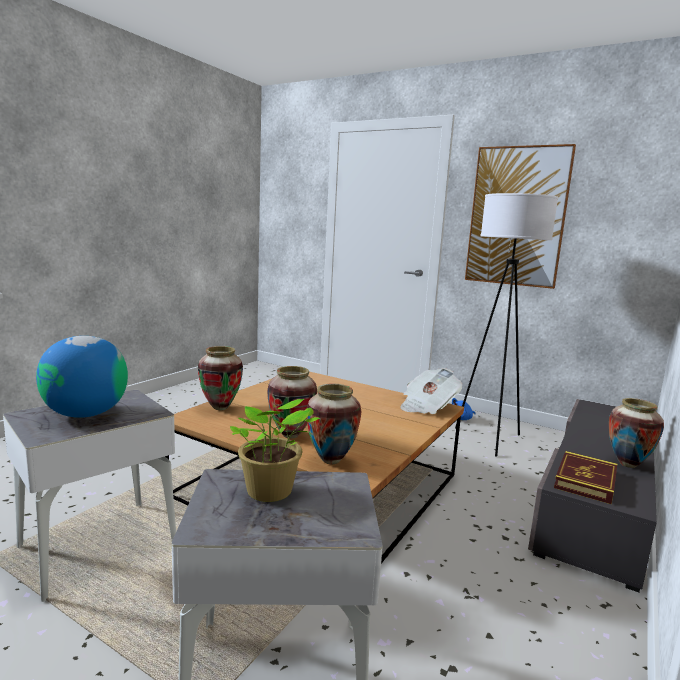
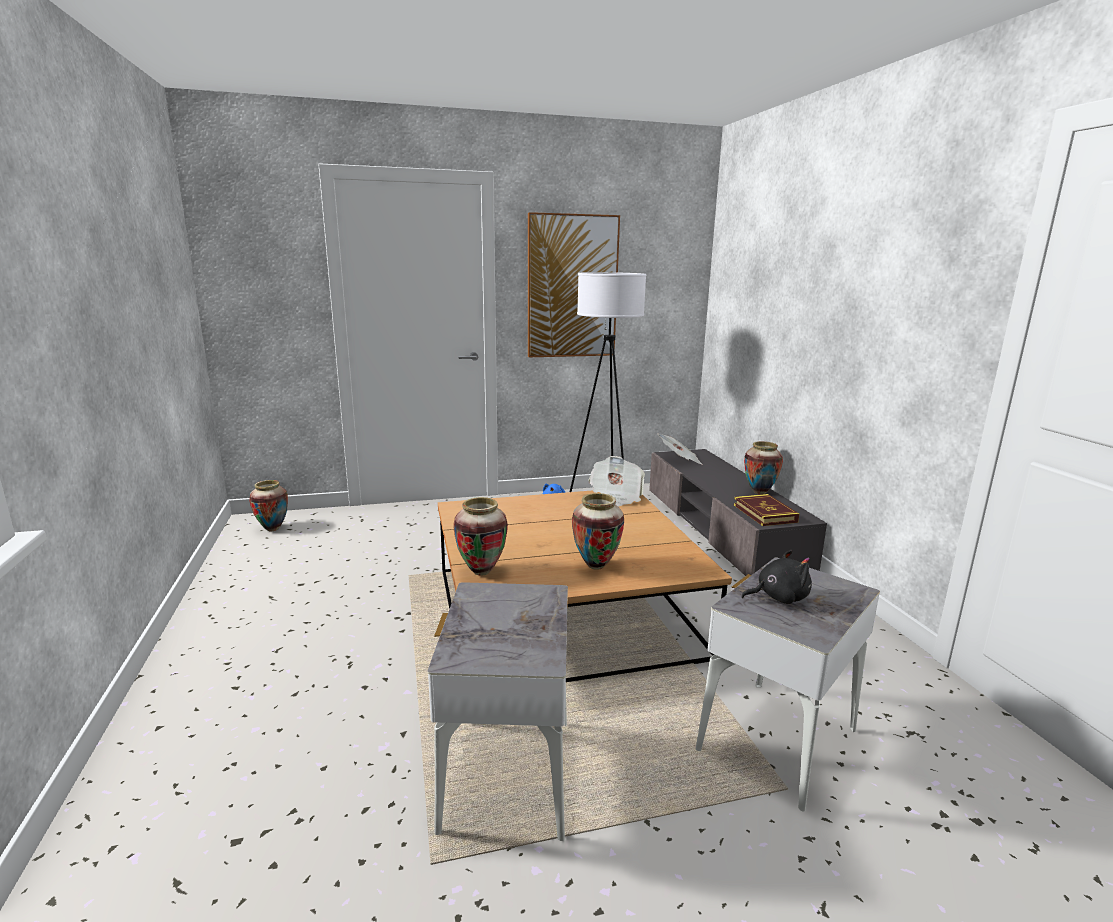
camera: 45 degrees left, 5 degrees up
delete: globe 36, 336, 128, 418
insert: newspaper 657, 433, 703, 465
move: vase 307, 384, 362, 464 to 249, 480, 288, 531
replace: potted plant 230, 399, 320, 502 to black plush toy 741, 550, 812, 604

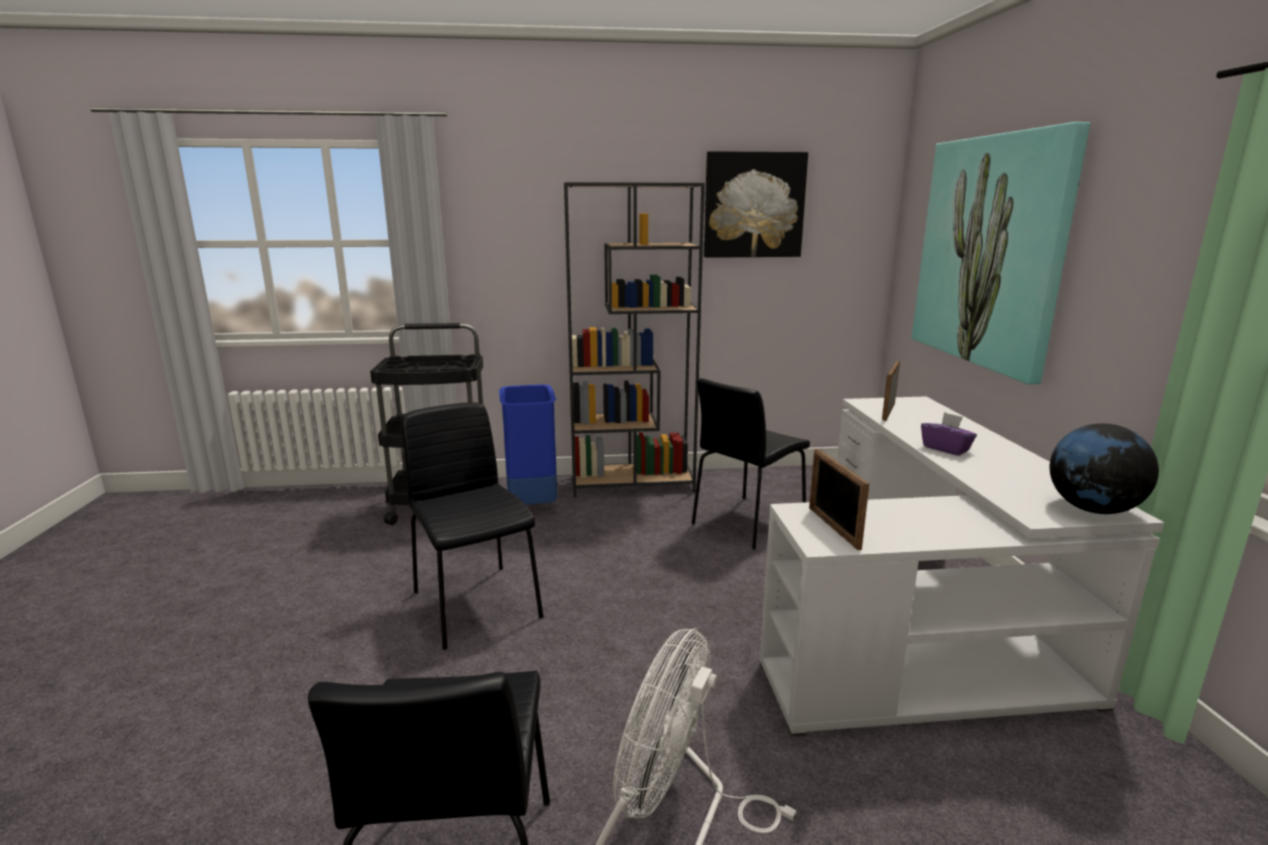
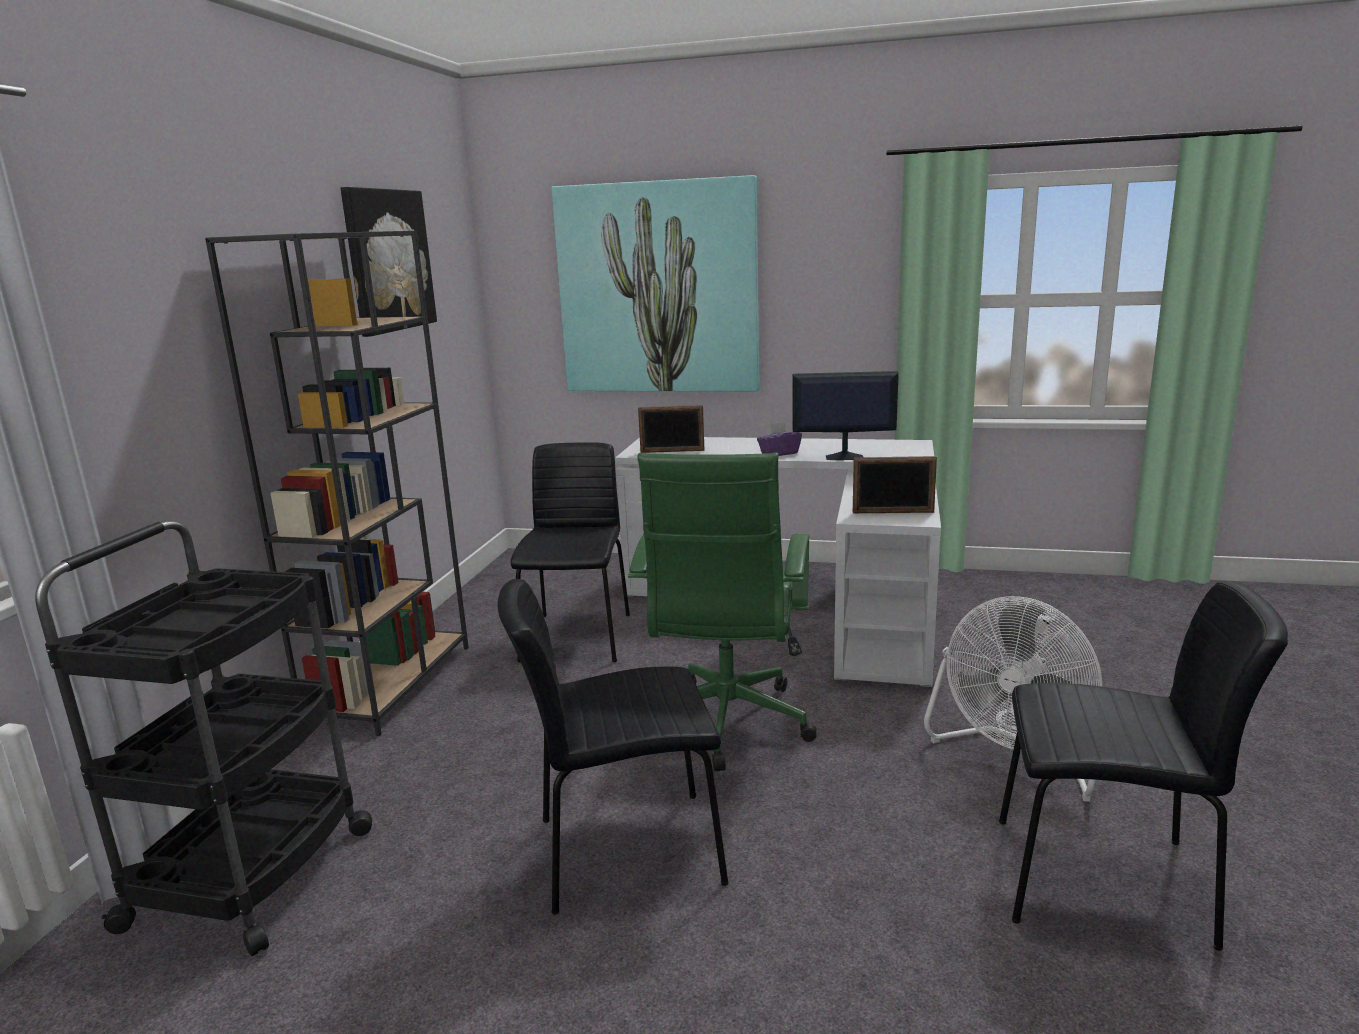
camera: 70 degrees left, 0 degrees up
delete: blue trash can 499, 384, 557, 505; globe 1050, 423, 1159, 514
insert: monitor 793, 371, 899, 460; green office chair 628, 453, 817, 771
rotate: picture frame 882, 361, 900, 421 = 638, 405, 704, 453 45 degrees counterclockwise; black chair 692, 378, 810, 550 = 511, 442, 630, 662 150 degrees counterclockwise

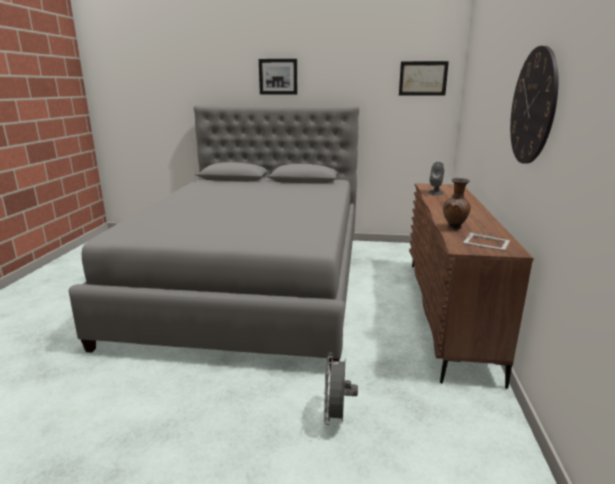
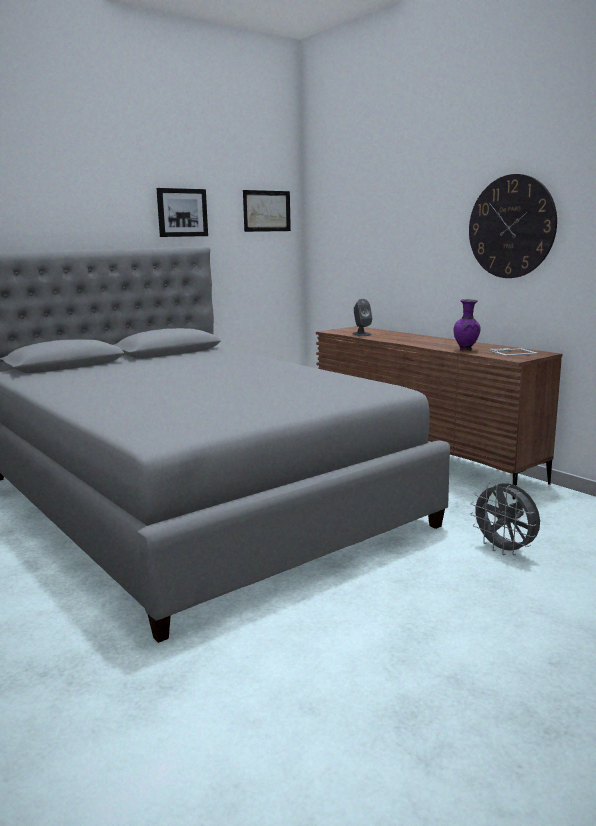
camera: 45 degrees left, 5 degrees down
move: picture 259, 59, 297, 94 to 156, 188, 208, 237
recolor: brown vase 443, 178, 471, 230 to purple vase 454, 299, 481, 351

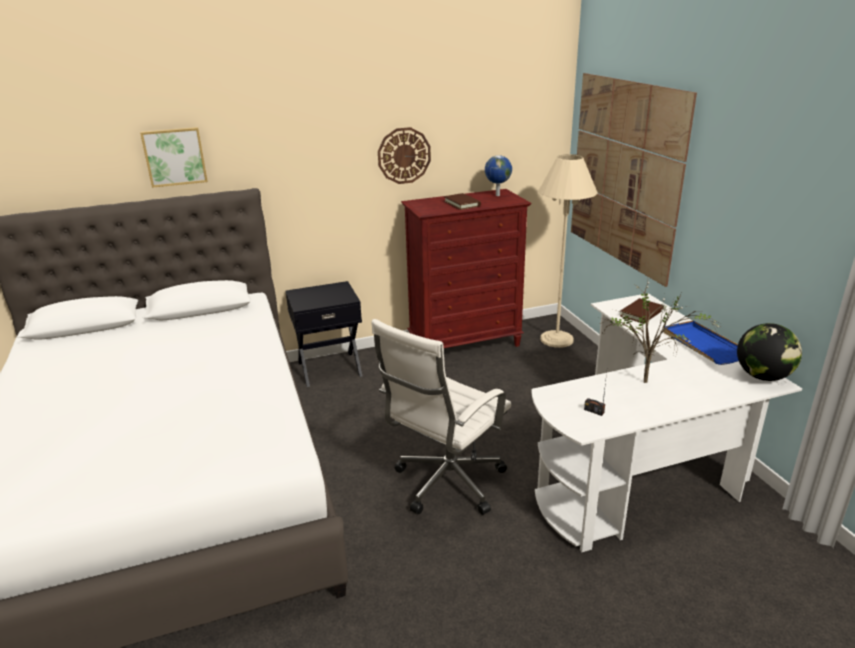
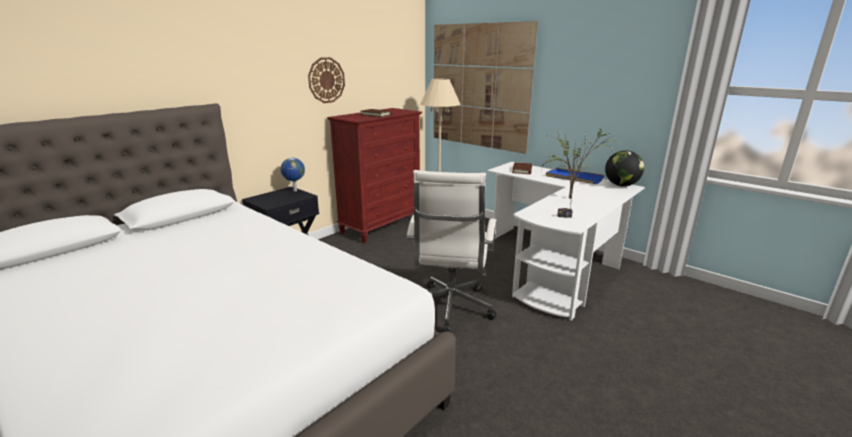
camera: 30 degrees left, 5 degrees down
delete: picture 140, 127, 208, 188
move: globe 485, 155, 512, 196 to 281, 158, 305, 192

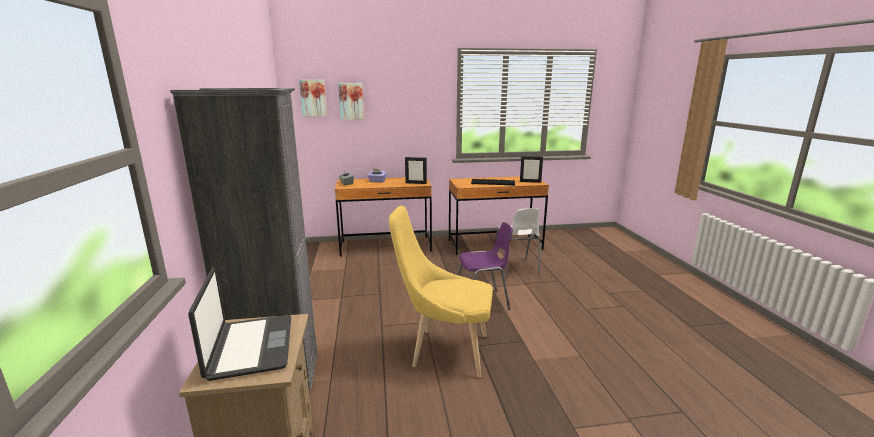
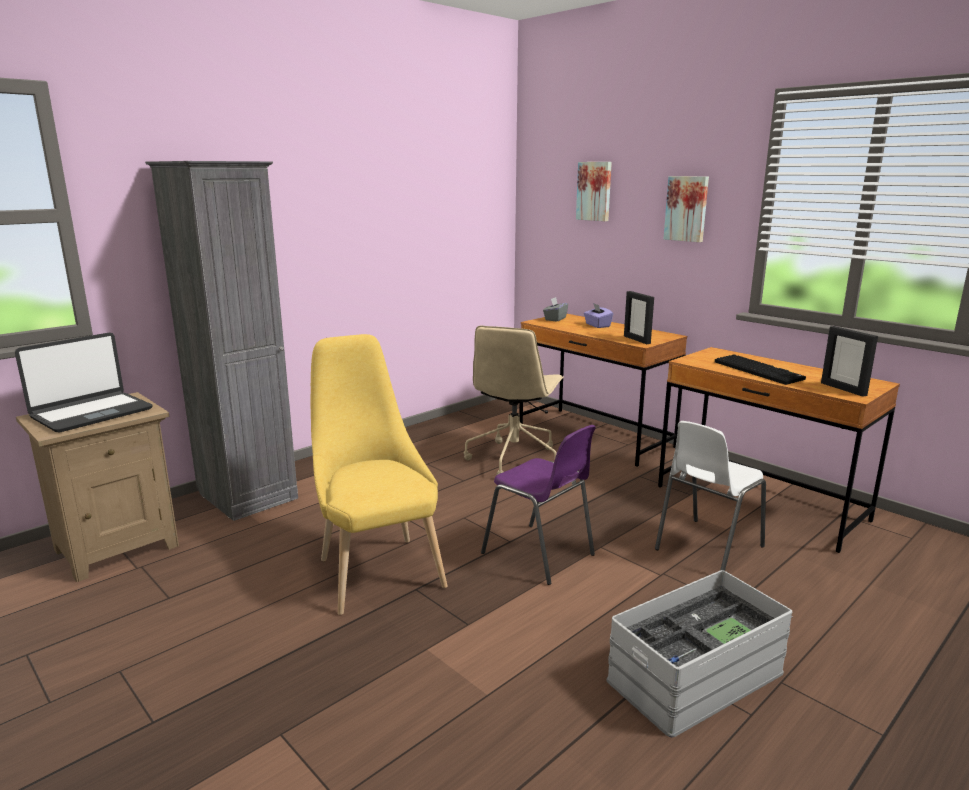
camera: 55 degrees right, 0 degrees up
insert: beige office chair 464, 325, 563, 476; grey storage box 607, 570, 792, 738
move: picture 299, 79, 327, 117 to 664, 176, 709, 242

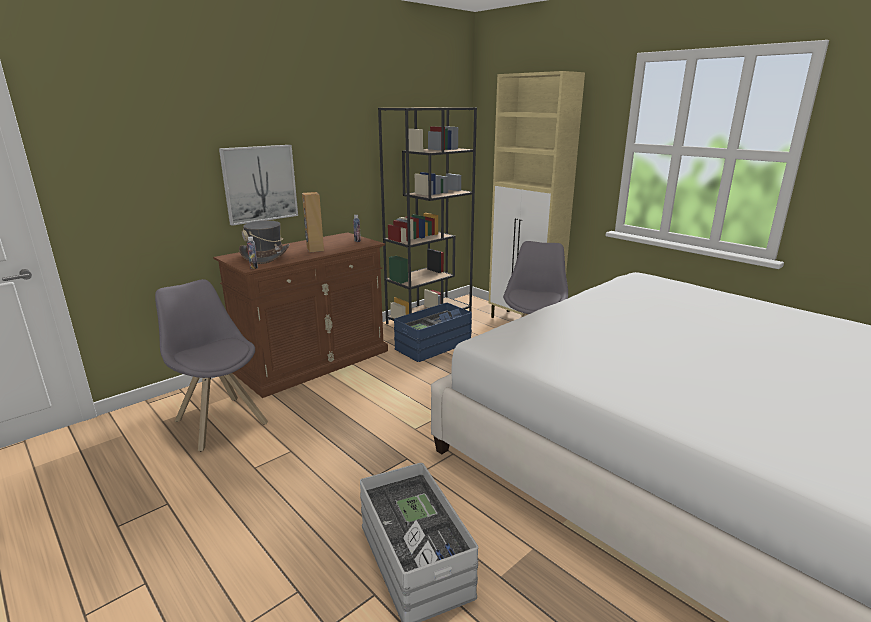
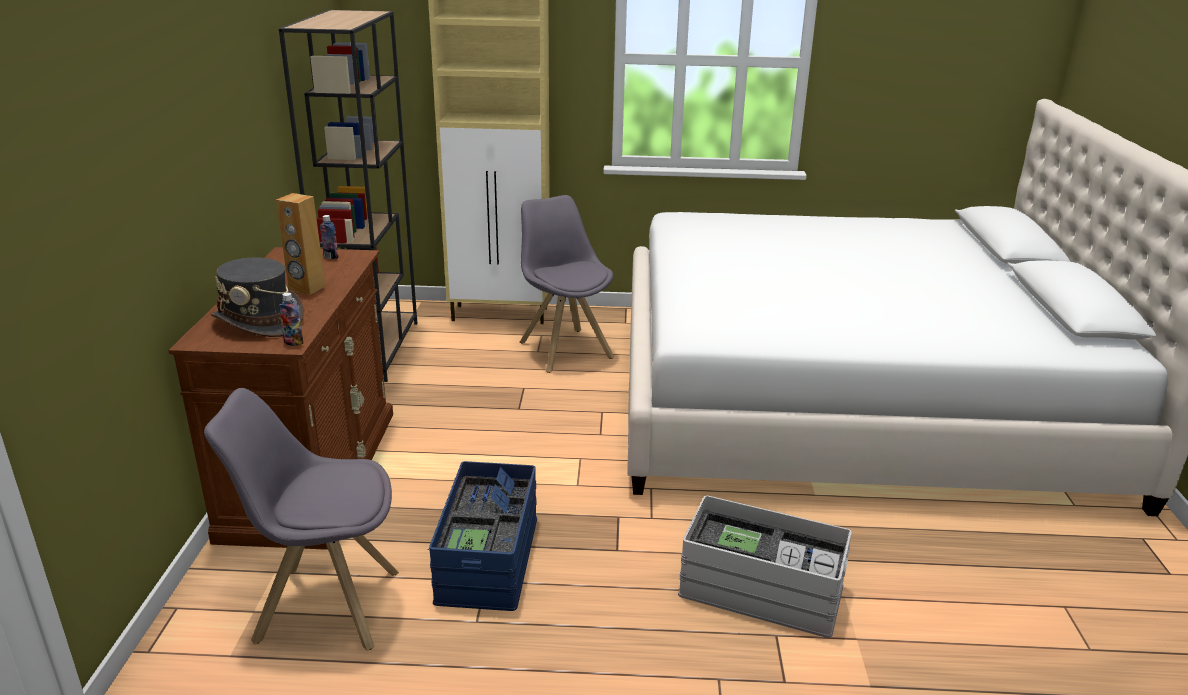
camera: 45 degrees left, 5 degrees up
delete: picture 219, 145, 298, 226
move: blue storage box 394, 303, 472, 362 to 428, 461, 537, 611

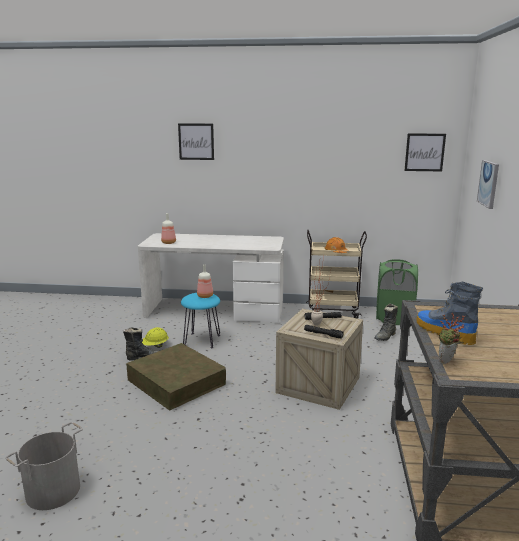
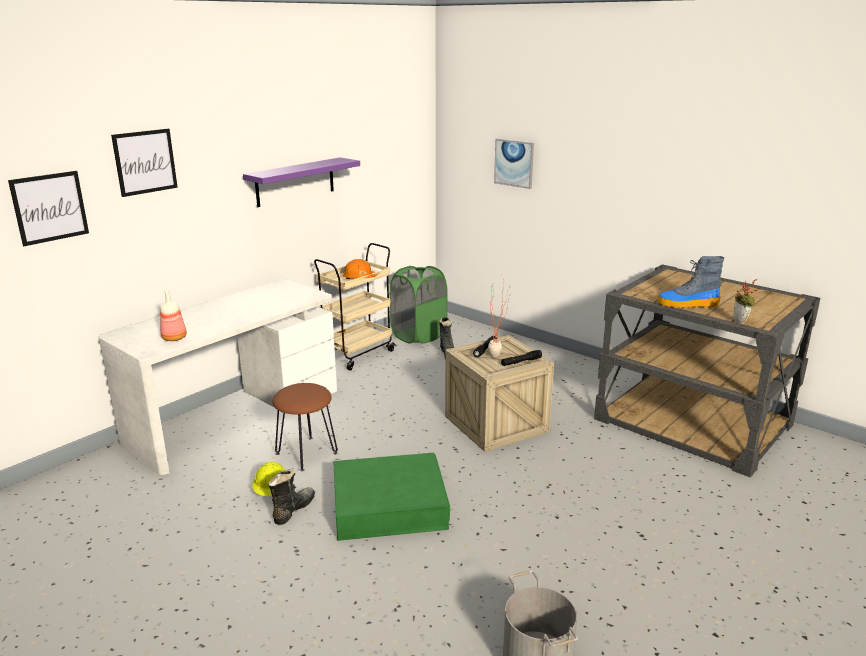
camera: 55 degrees left, 5 degrees up
delete: bottle 197, 264, 213, 298
insert: purple shelf 243, 157, 360, 207
move: picture 404, 133, 446, 171 to 8, 171, 89, 246
recolor: turquoise stool 181, 293, 220, 348 to brown stool 273, 383, 338, 471; brown storage box 126, 343, 226, 411 to green storage box 333, 453, 450, 541

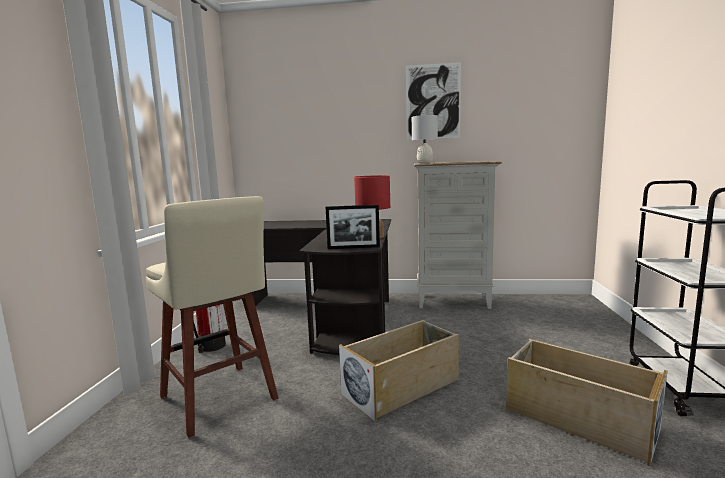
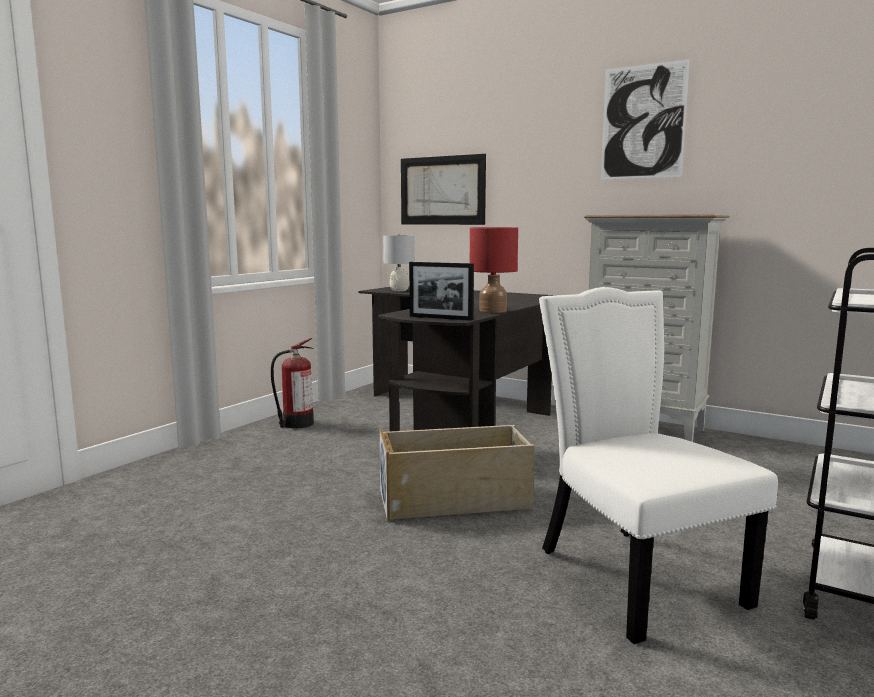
camera: 25 degrees right, 0 degrees up
delete: beige stool 146, 196, 279, 438
insert: picture 401, 154, 486, 225
move: grey table lamp 412, 115, 438, 163 to 383, 234, 415, 292
replace: beige storage box 506, 339, 667, 466 to white chair 539, 287, 778, 644

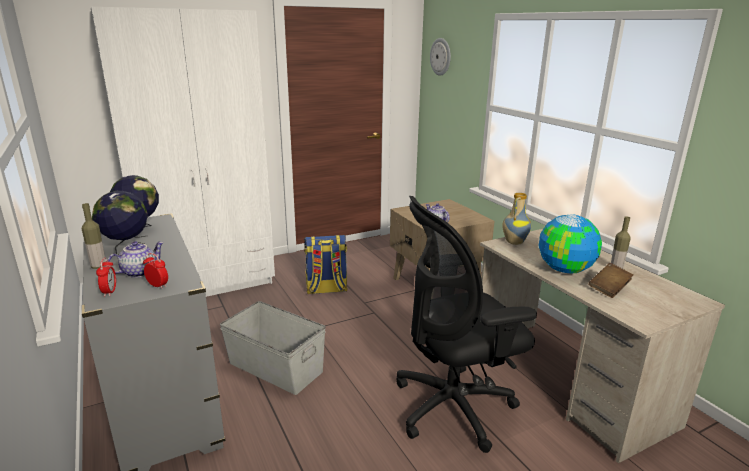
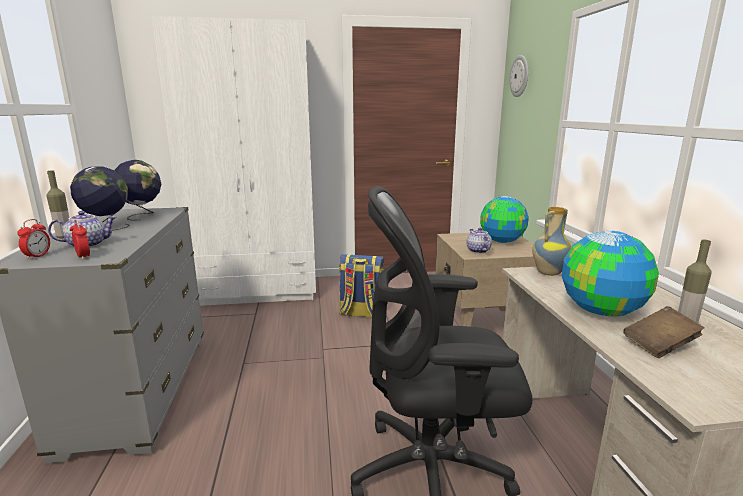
camera: 20 degrees right, 5 degrees down
delete: grey storage box 220, 301, 326, 395
insert: globe 480, 196, 529, 243

